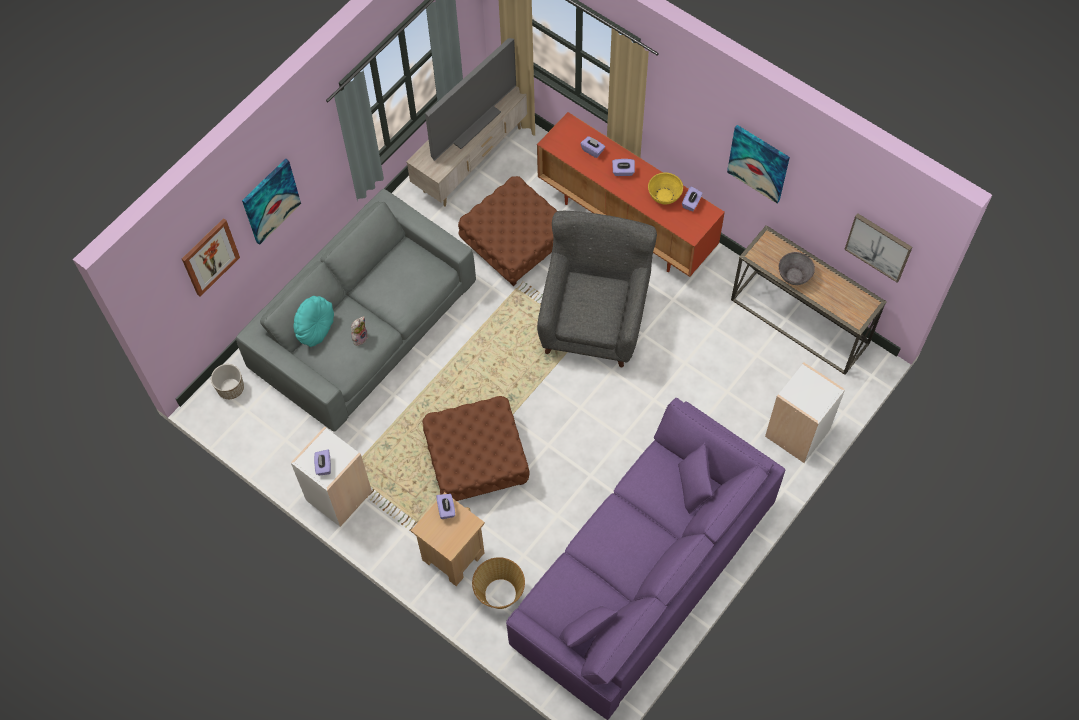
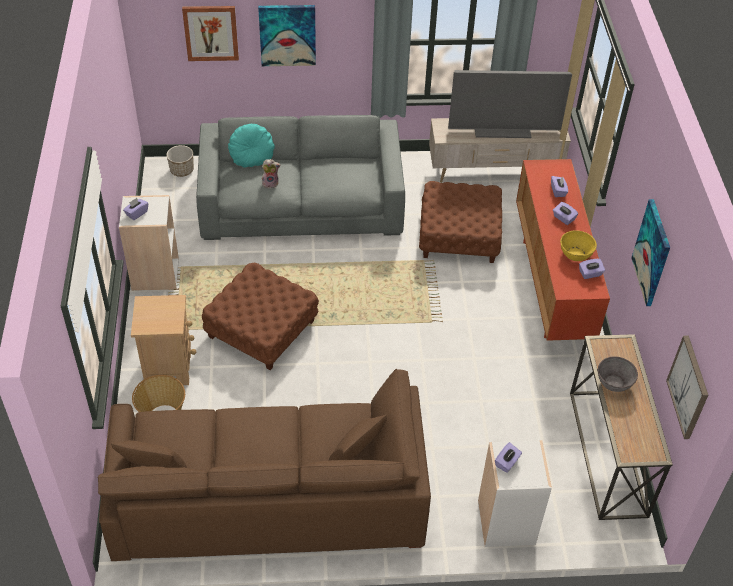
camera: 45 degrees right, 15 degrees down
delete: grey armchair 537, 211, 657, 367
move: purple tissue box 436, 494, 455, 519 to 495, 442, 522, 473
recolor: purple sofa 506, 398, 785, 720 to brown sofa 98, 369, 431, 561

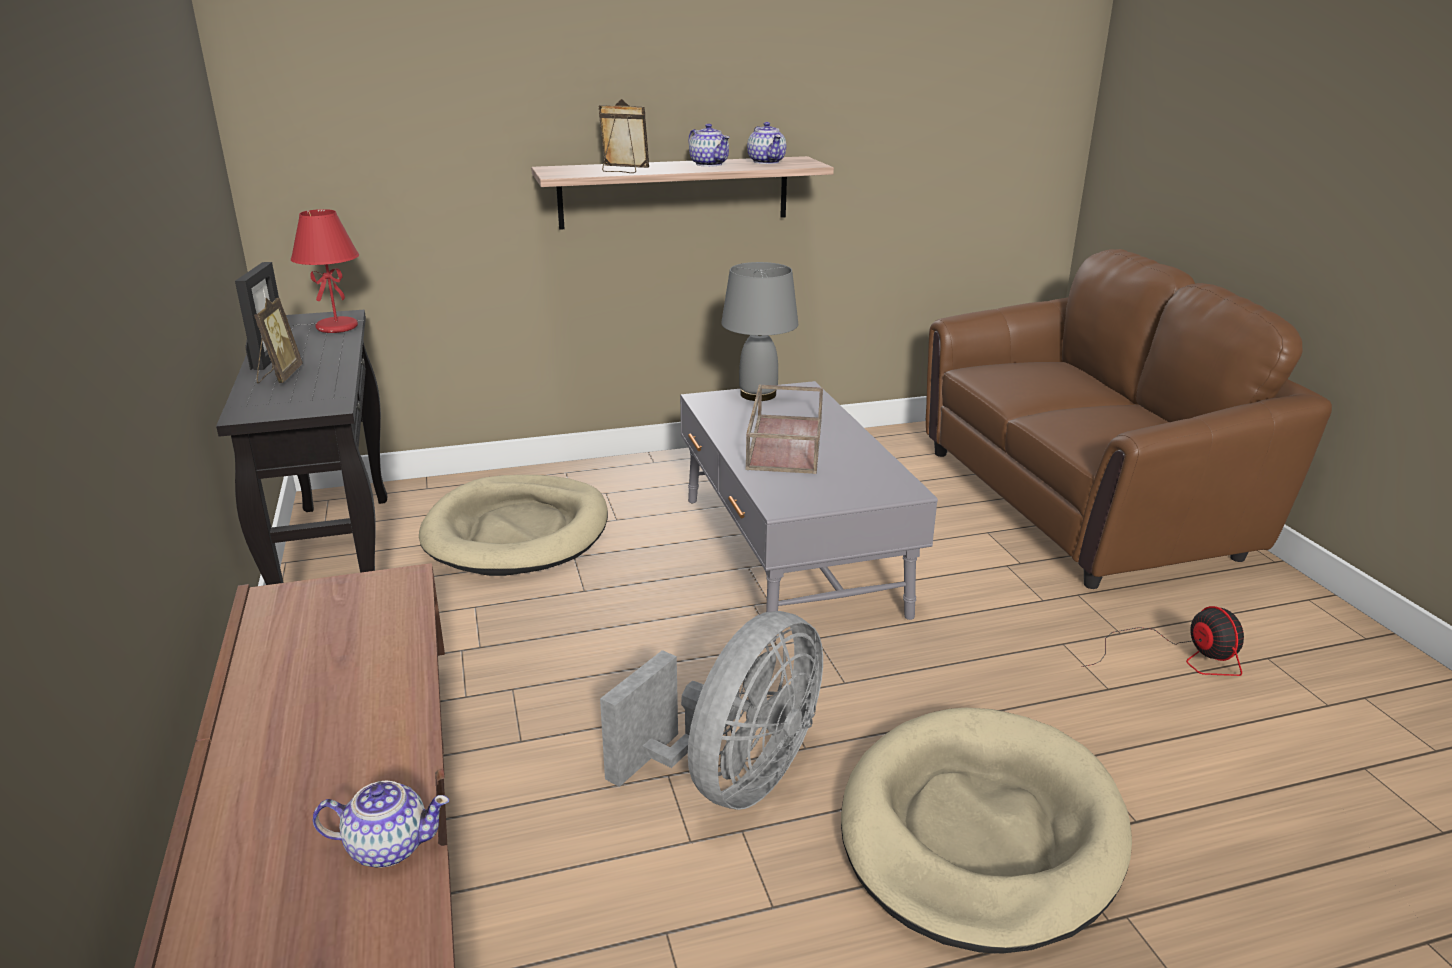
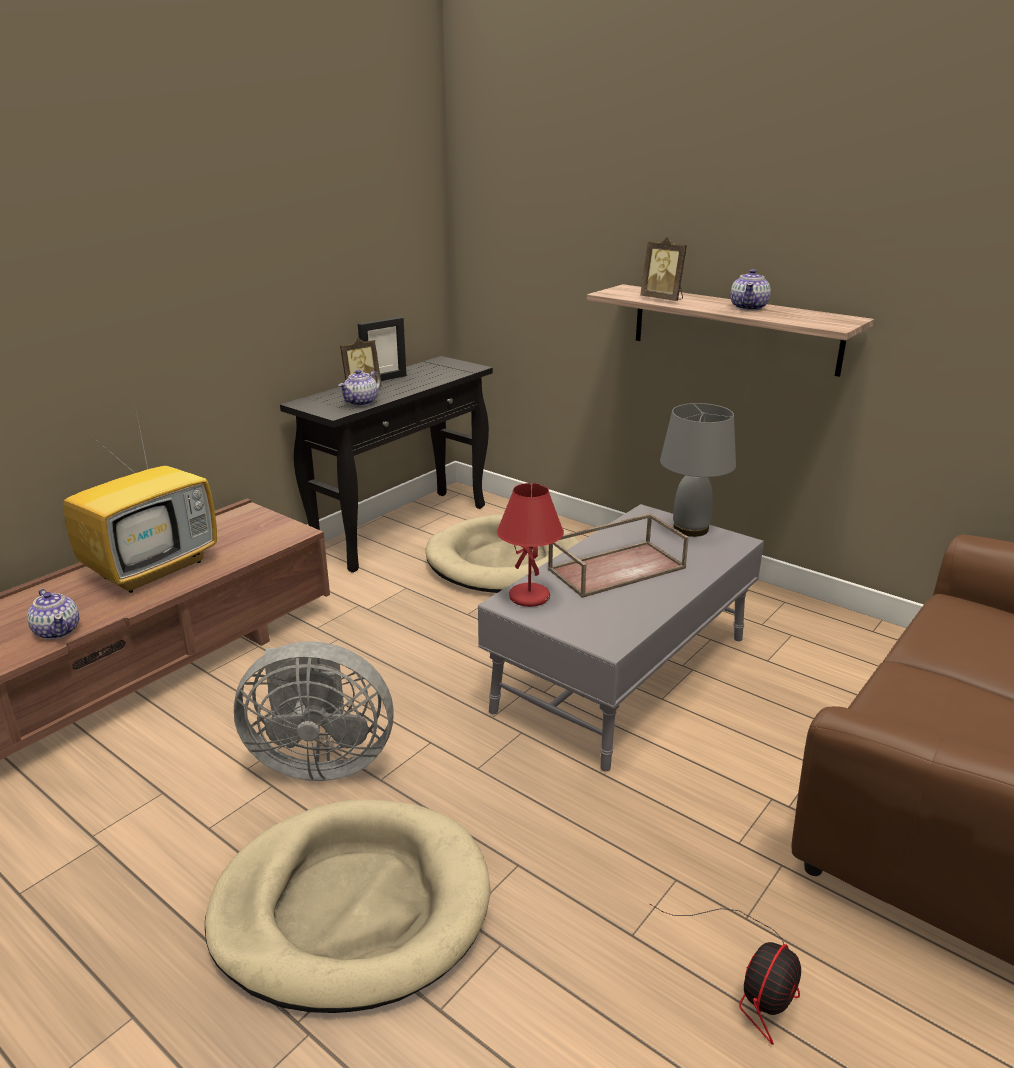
camera: 55 degrees right, 0 degrees up
insert: television 63, 406, 217, 593
move: teapot 747, 122, 786, 164 to 338, 370, 380, 406; red table lamp 291, 209, 359, 333 to 497, 483, 564, 607
rotate: picture frame 599, 99, 649, 173 = 640, 237, 687, 301 150 degrees clockwise

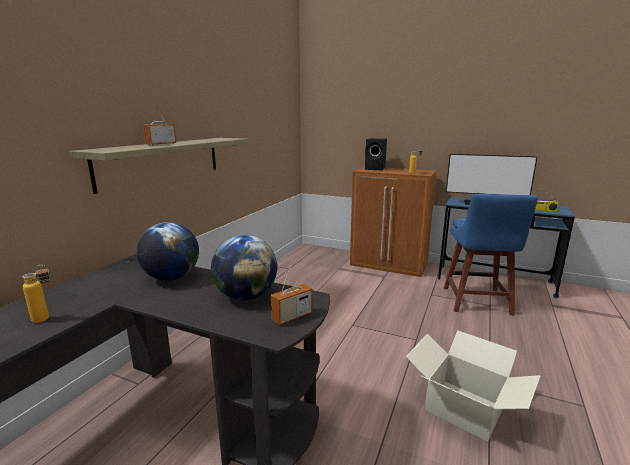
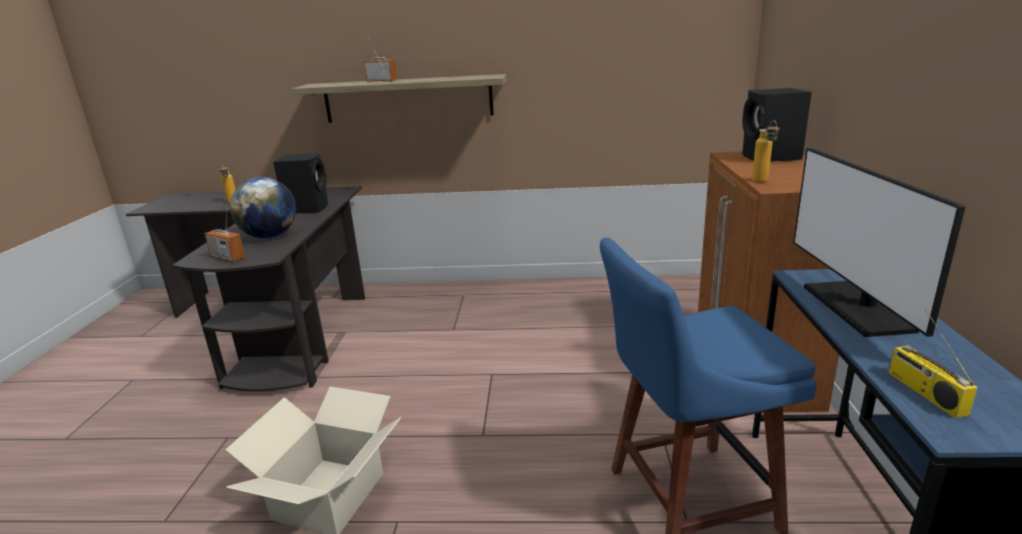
camera: 70 degrees right, 5 degrees up
replace: globe 136, 222, 199, 281 to black speaker 273, 153, 328, 213

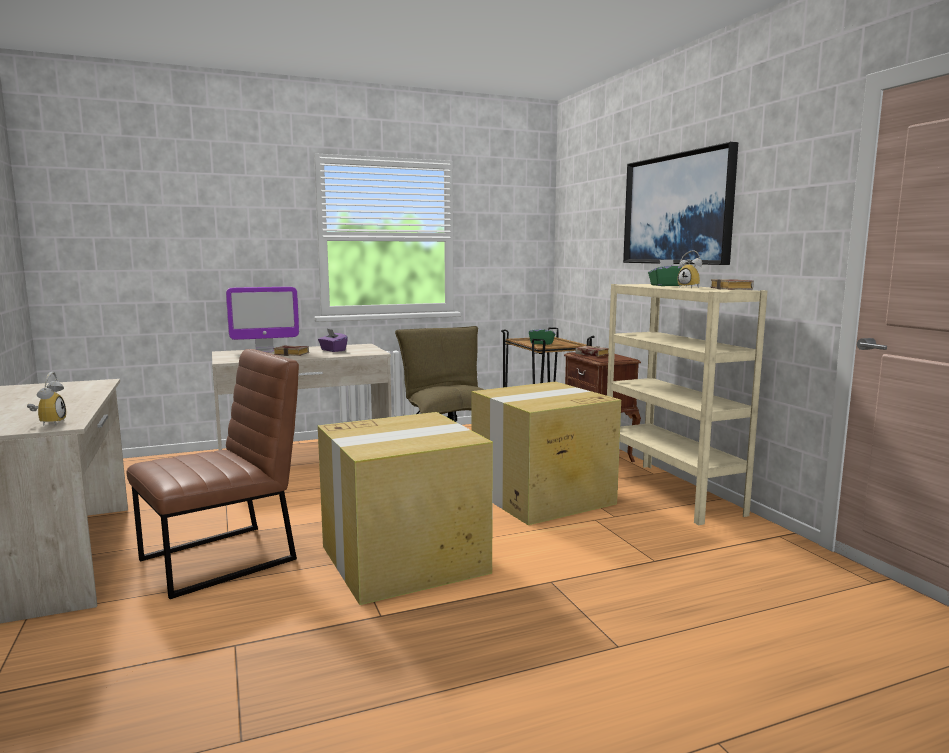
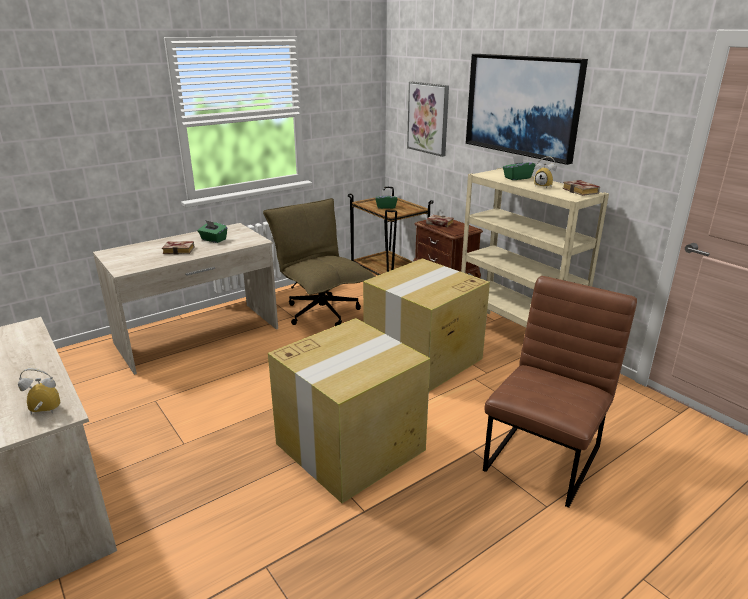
camera: 15 degrees left, 15 degrees up
delete: monitor 226, 287, 299, 352
insert: picture 407, 82, 449, 157
move: brown chair 127, 349, 299, 599 to 483, 276, 637, 508
recolor: purple tissue box 318, 329, 348, 352 to green tissue box 198, 220, 227, 243
rotate: alarm clock 27, 372, 66, 426 = 18, 368, 61, 415 75 degrees counterclockwise

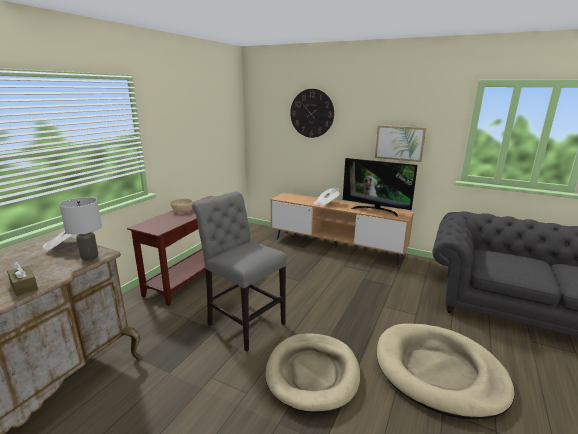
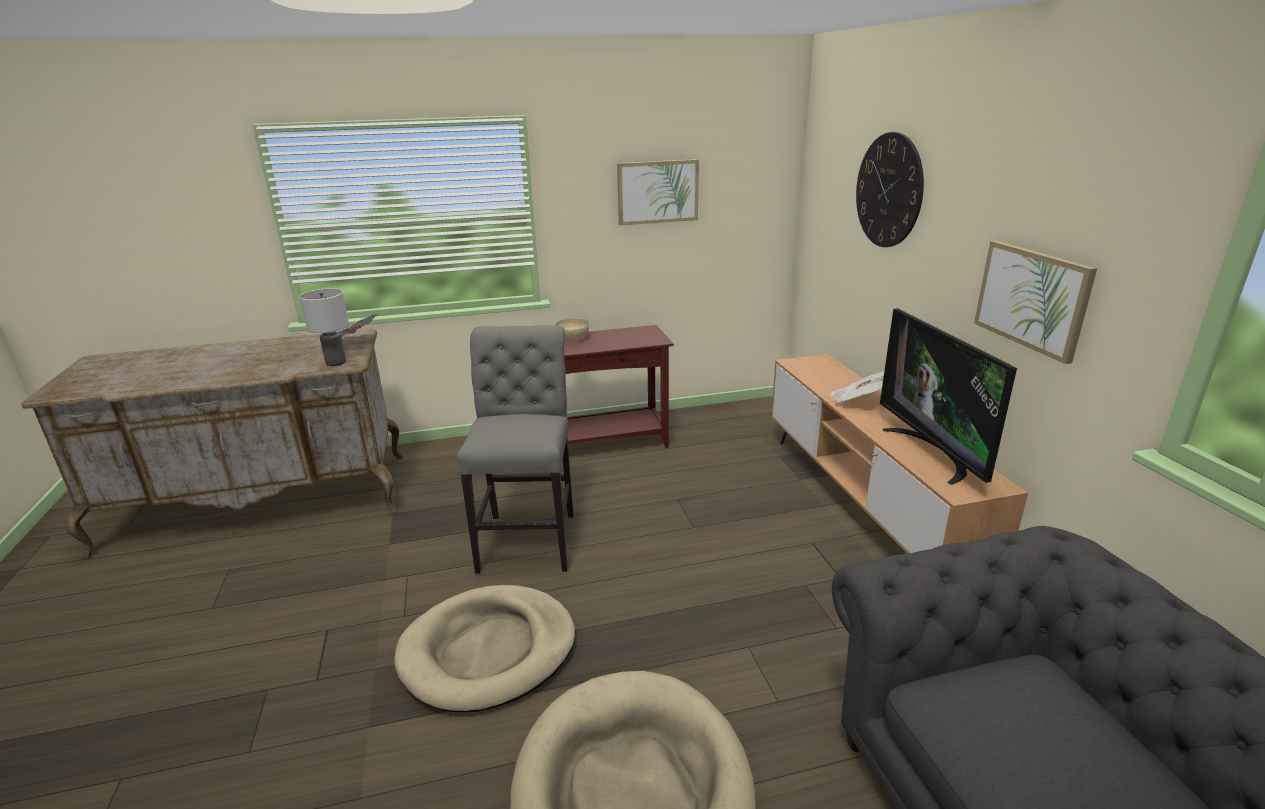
camera: 50 degrees right, 5 degrees up
delete: brown tissue box 7, 261, 38, 296
insert: picture 617, 159, 699, 225

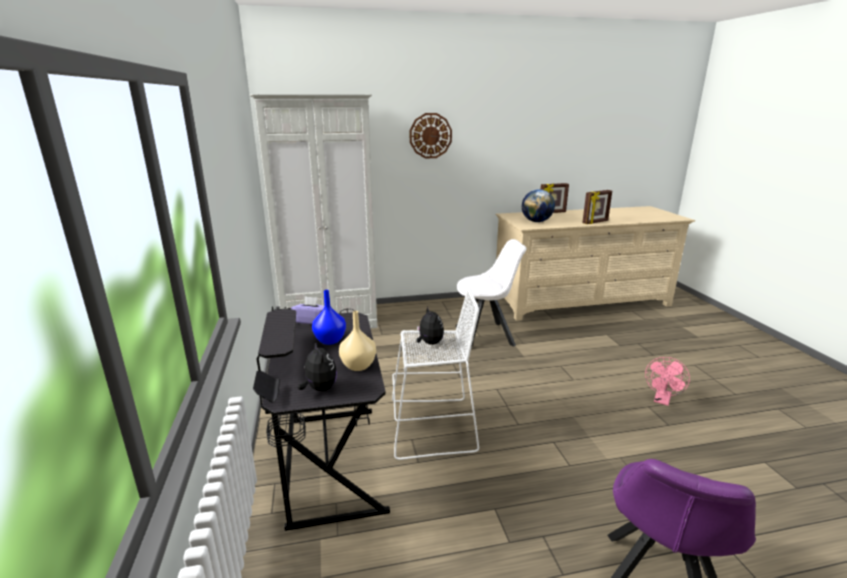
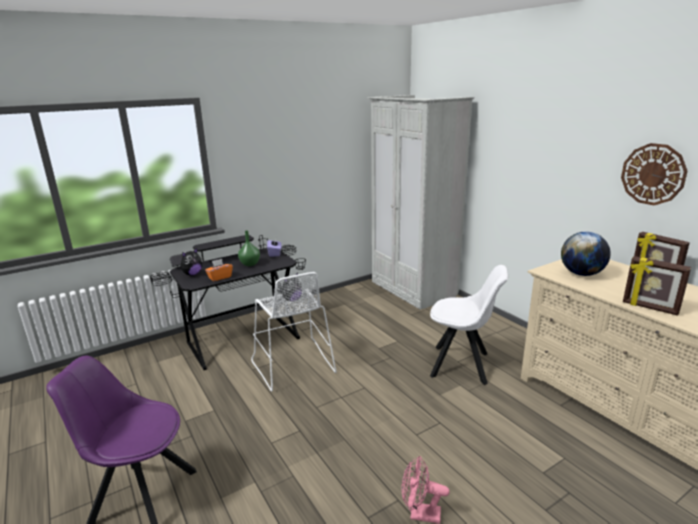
camera: 70 degrees right, 0 degrees up
move: wall clock 410, 113, 452, 158 to 621, 143, 688, 205
replace: beige vase 339, 311, 376, 371 to orange tissue box 205, 259, 233, 281
recolor: blue vase 312, 290, 346, 345 to green vase 238, 231, 260, 266
rotate: white chair 455, 239, 527, 348 = 430, 265, 508, 385 45 degrees counterclockwise

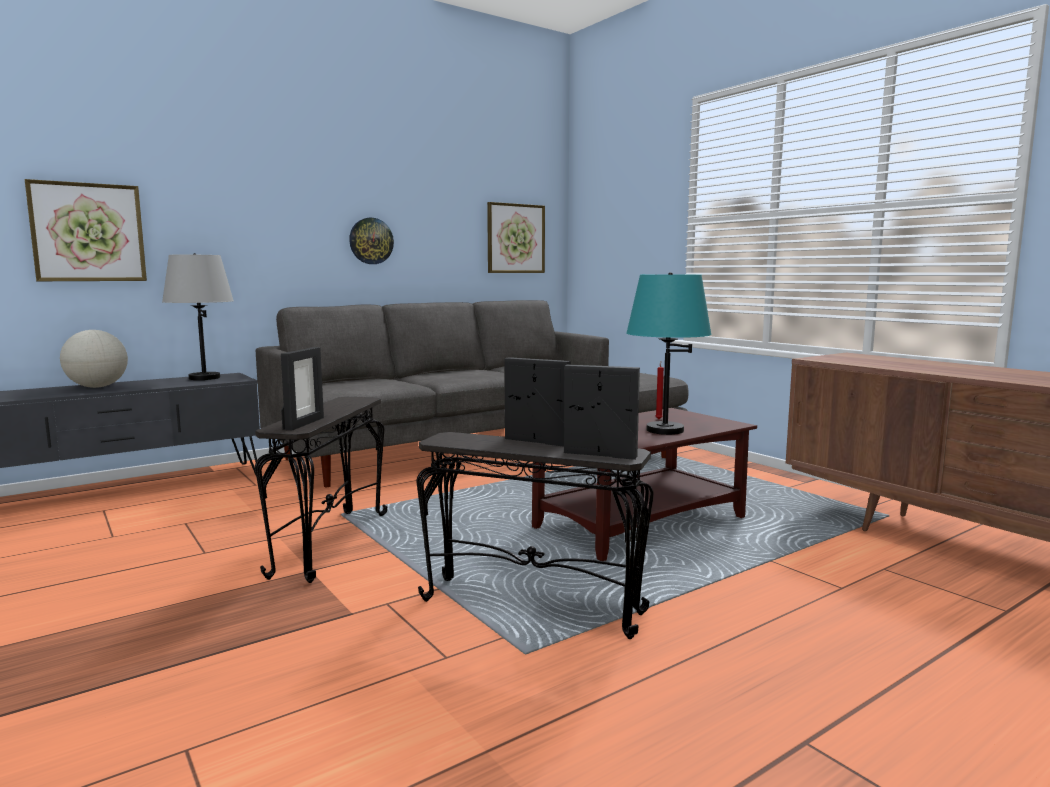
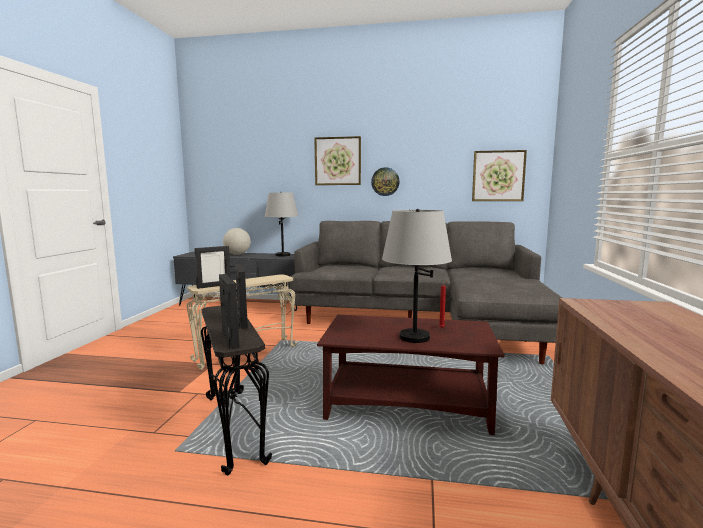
camera: 45 degrees right, 0 degrees up
move: picture 25, 179, 147, 281 to 314, 136, 361, 185
recolor: turquoise table lamp 626, 272, 712, 435 to grey table lamp 382, 209, 452, 343; black side table 255, 397, 388, 583 to beige side table 186, 274, 297, 370

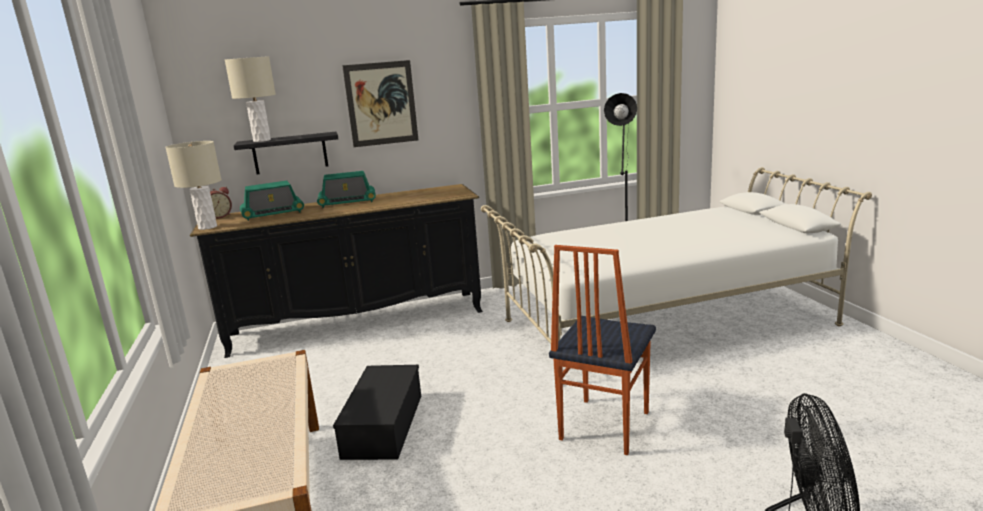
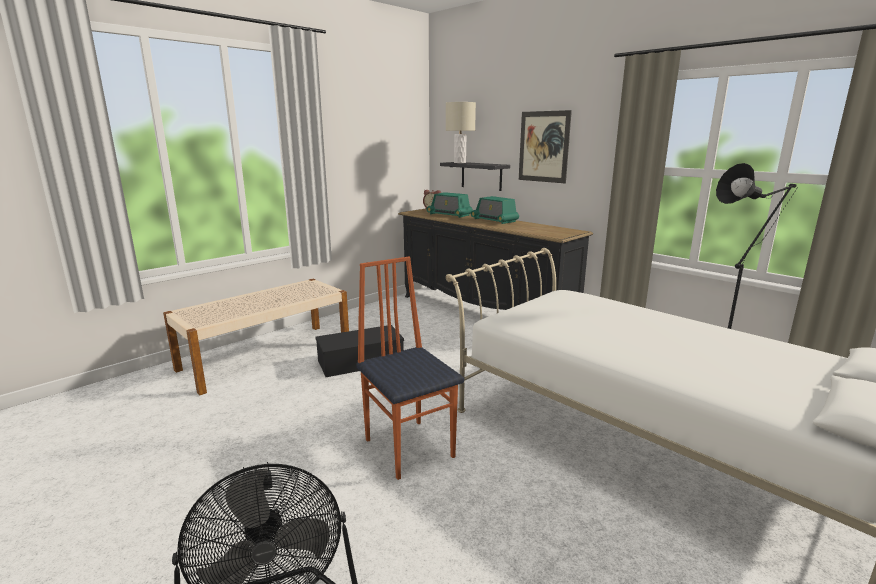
camera: 60 degrees right, 0 degrees up
delete: beige table lamp 165, 141, 221, 230
rotate: chair 549, 245, 656, 455 = 356, 257, 464, 480 60 degrees clockwise

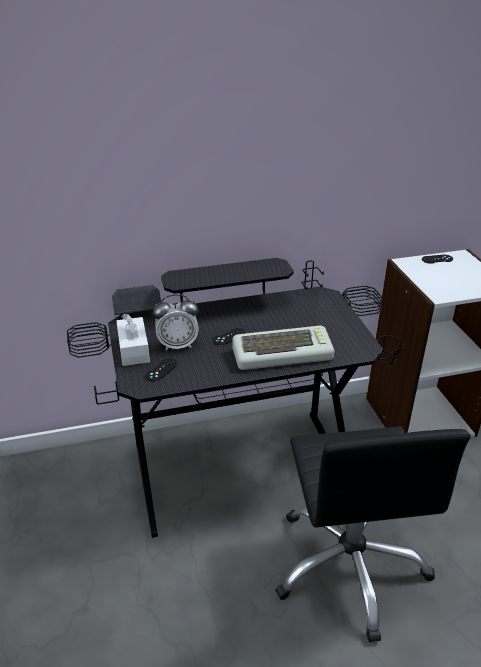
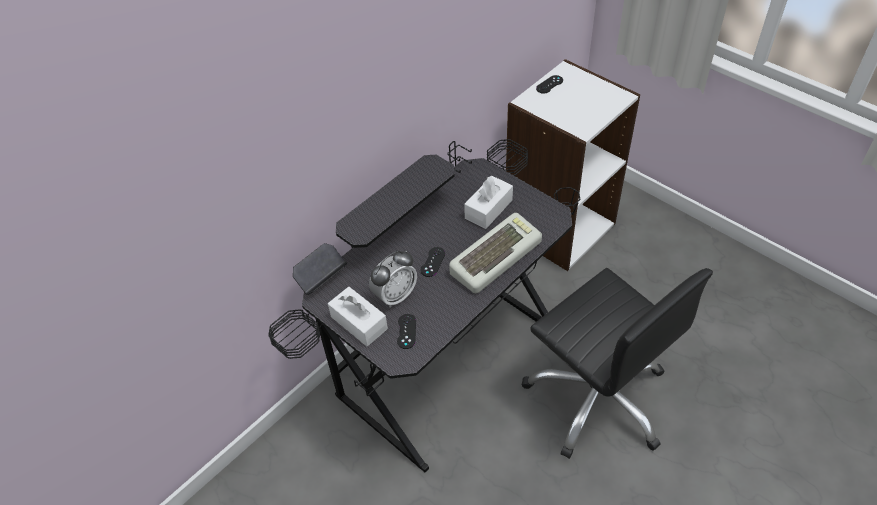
camera: 30 degrees left, 15 degrees up
insert: white tissue box 464, 176, 513, 229

